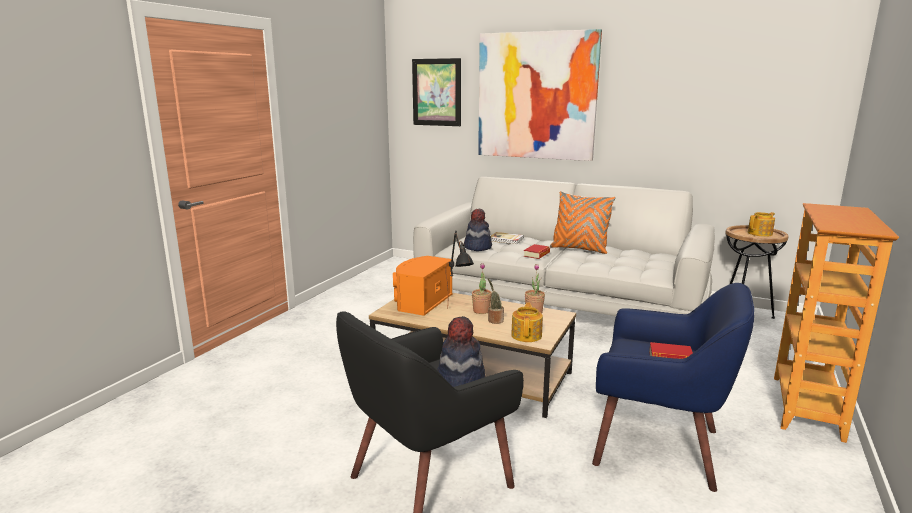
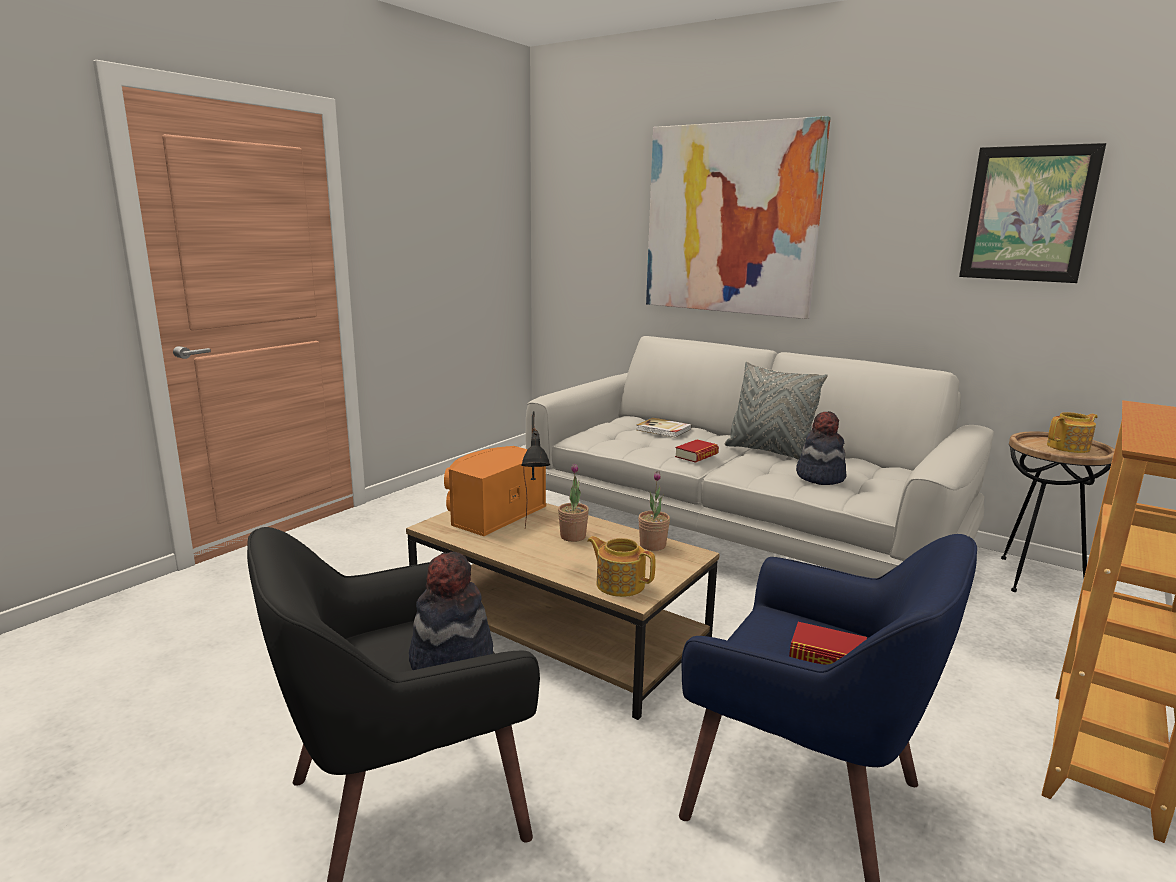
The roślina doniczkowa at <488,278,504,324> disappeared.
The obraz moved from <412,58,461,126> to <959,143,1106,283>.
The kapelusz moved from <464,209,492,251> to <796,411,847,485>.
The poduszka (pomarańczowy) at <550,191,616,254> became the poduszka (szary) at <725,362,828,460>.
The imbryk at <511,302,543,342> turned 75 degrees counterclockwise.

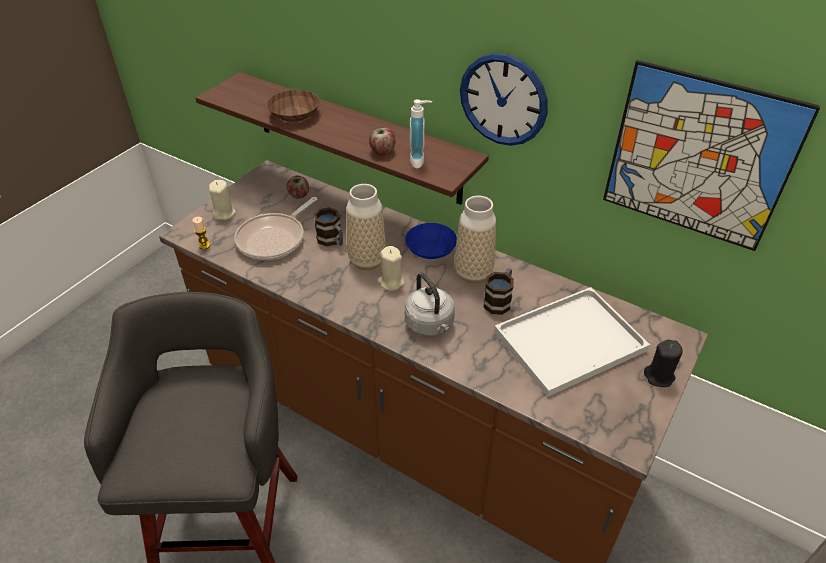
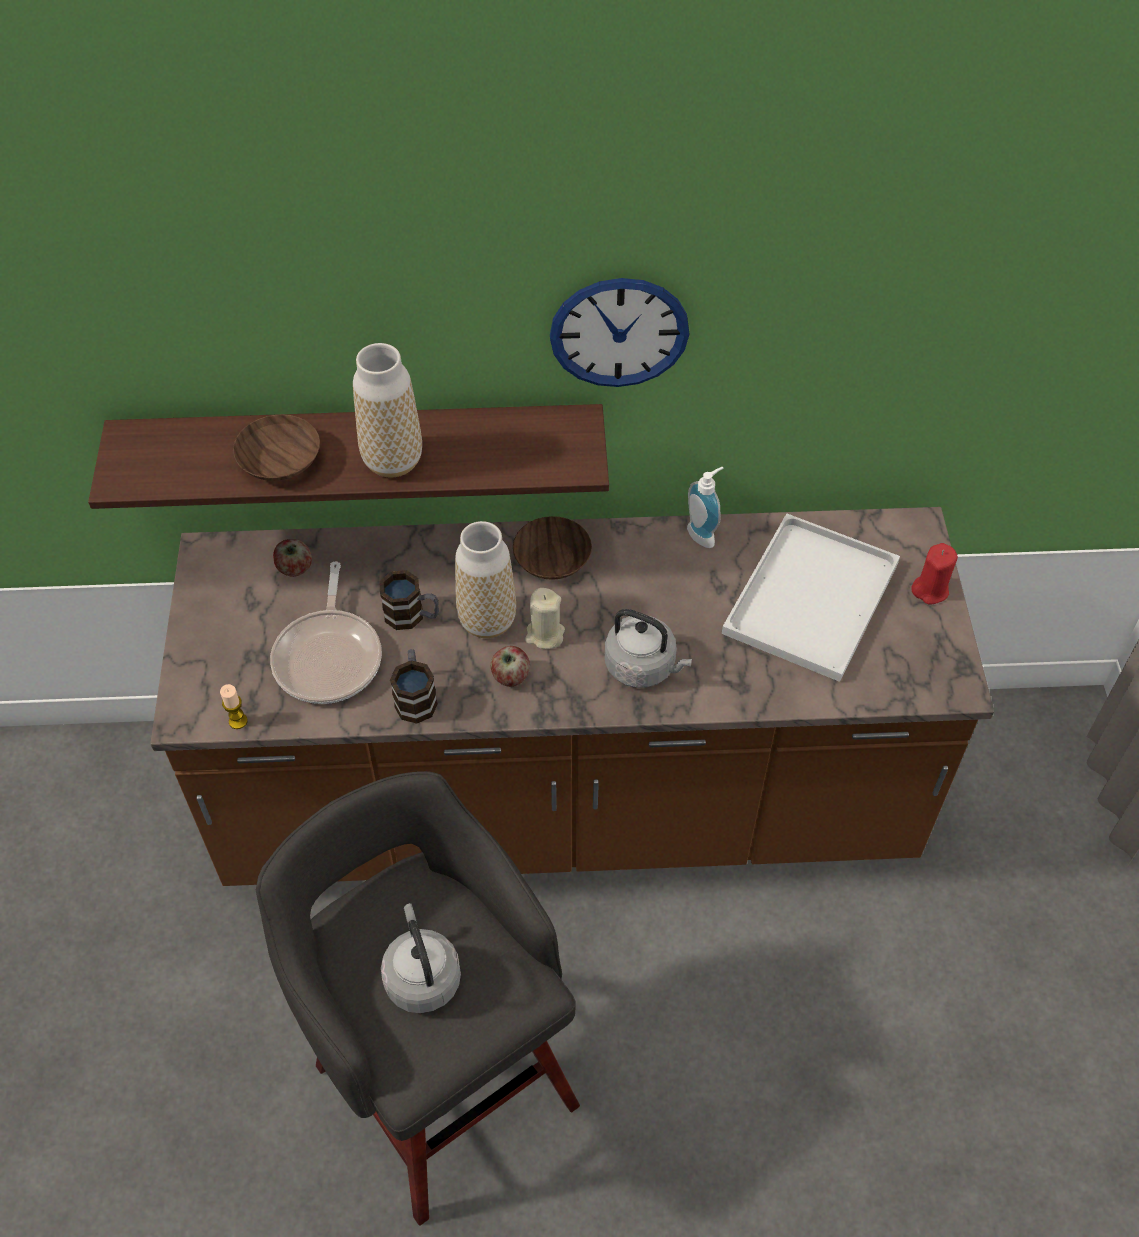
The świeca (beżowy) at <209,180,235,220> disappeared.
The obraz at <603,60,821,251> disappeared.
The czajnik (szary) at <381,903,461,1013> appeared.
The jabłko moved from <369,128,395,155> to <491,646,530,687>.
The dozownik mydła moved from <410,99,432,168> to <687,467,723,548>.
The wazon moved from <455,196,496,283> to <353,343,422,478>.
The kubek moved from <483,268,514,315> to <390,649,438,724>.
The miska (niebieski) at <405,223,457,259> became the miska (brązowy) at <513,516,592,580>.
The świeca (czarny) at <644,340,682,387> became the świeca (czerwony) at <911,543,958,604>.

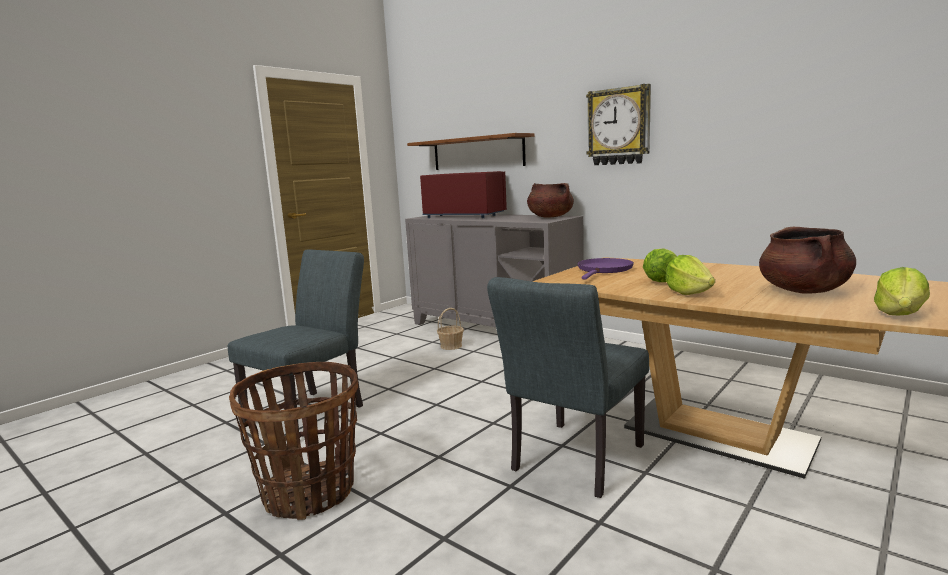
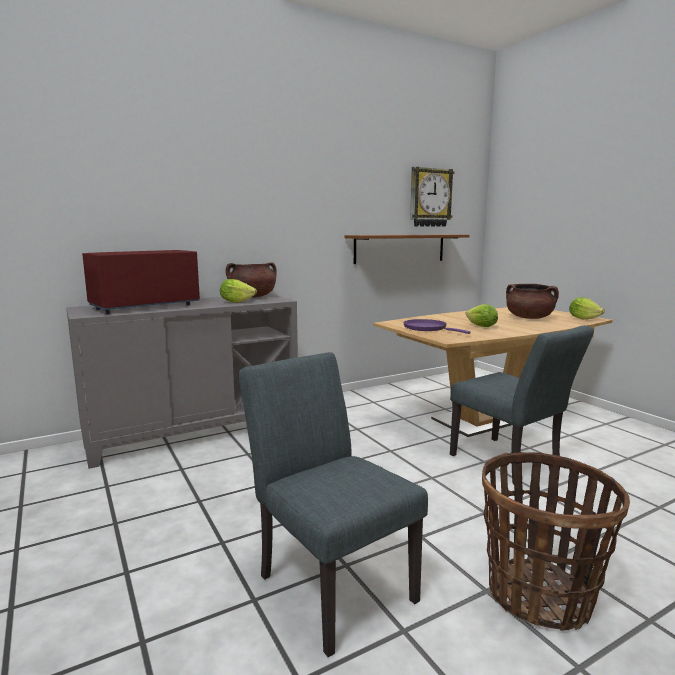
The koszyk at <437,308,464,350> disappeared.
The półka (brązowy) moved from <407,133,534,170> to <345,234,470,264>.
The zegar ścienny moved from <586,84,651,165> to <410,167,455,227>.
The sałata moved from <665,255,715,295> to <220,279,257,303>.

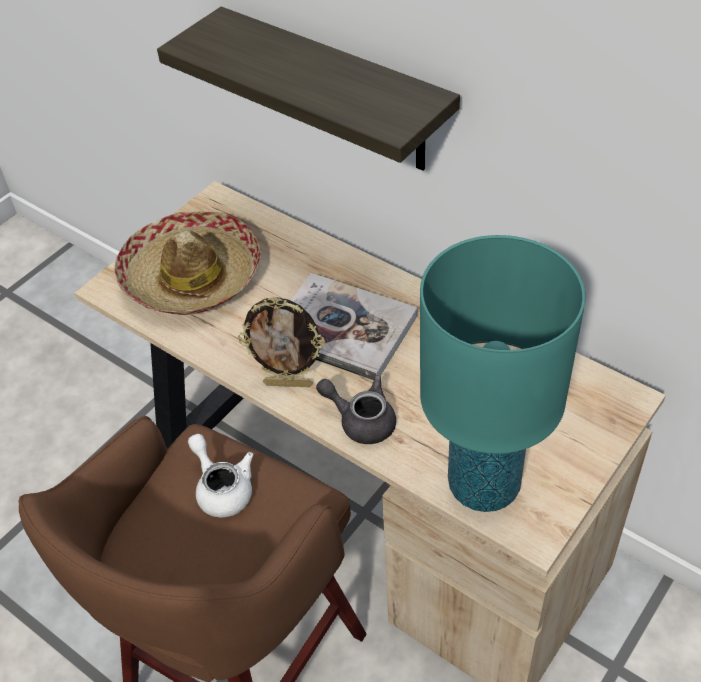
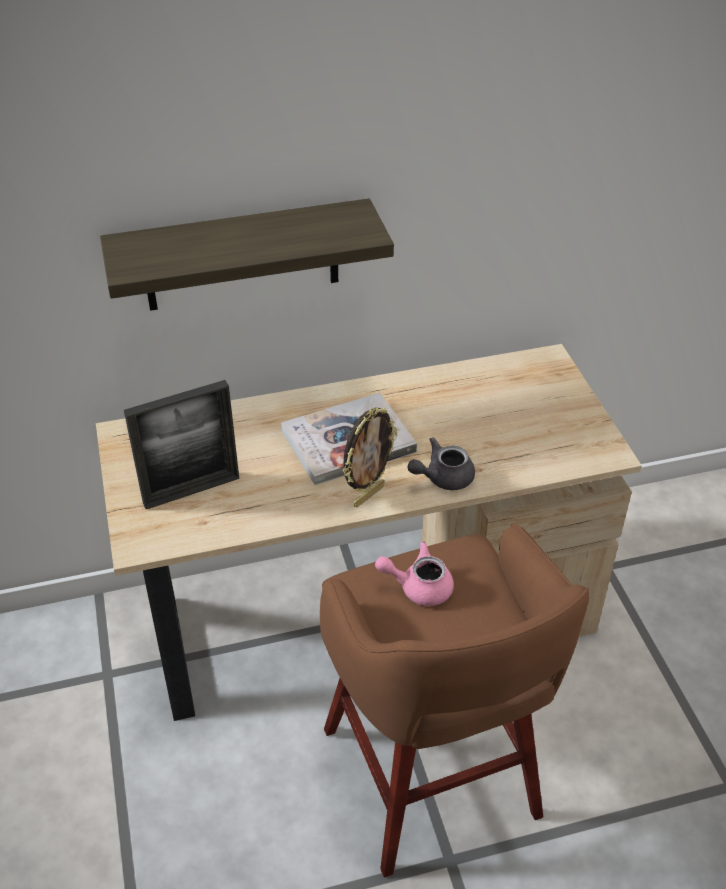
The lampa stołowa (turkusowy) at <420,235,586,512> disappeared.
The kapelusz at <114,211,261,315> was replaced by the ramka na zdjęcie at <124,380,239,509>.
The imbryk (biały) at <188,434,253,518> became the imbryk (różowy) at <375,542,454,606>.

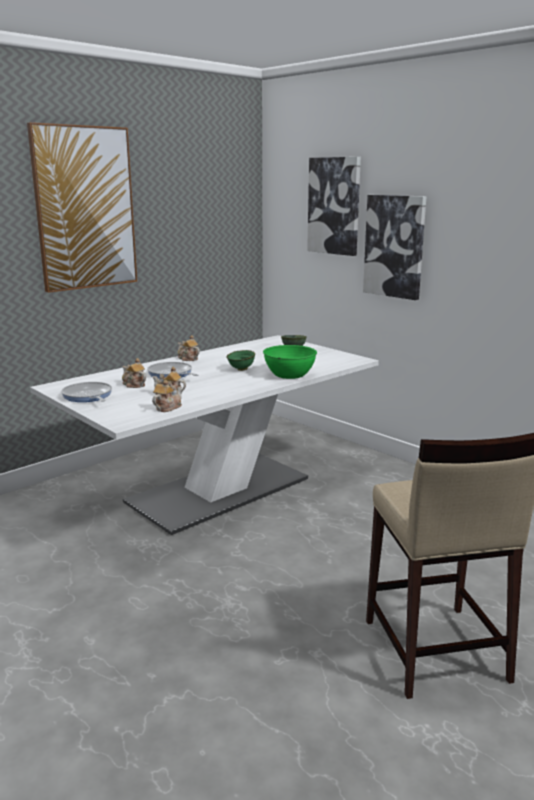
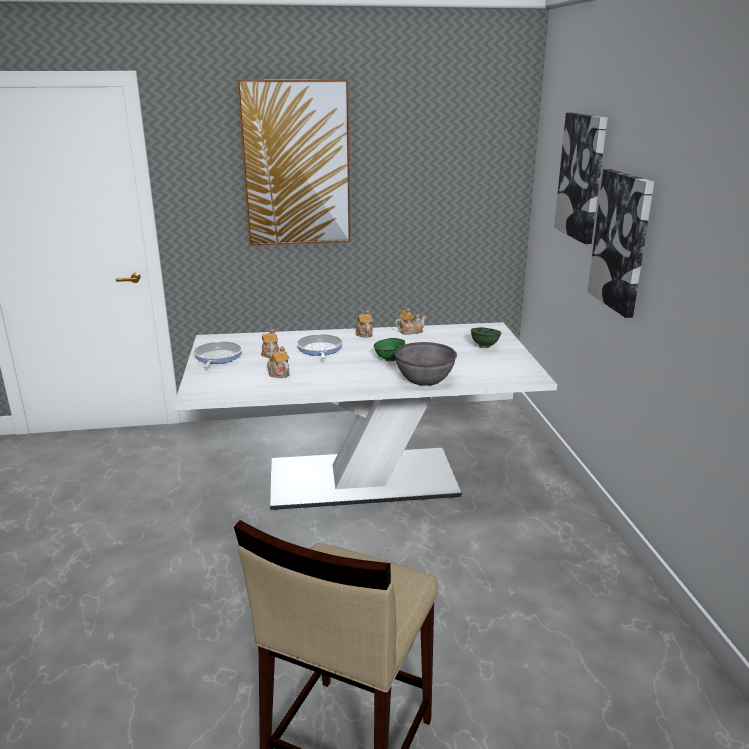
The imbryk moved from <152,380,182,412> to <395,308,426,335>.
The miska (zielony) at <263,345,317,379> became the miska (szary) at <394,342,457,386>.

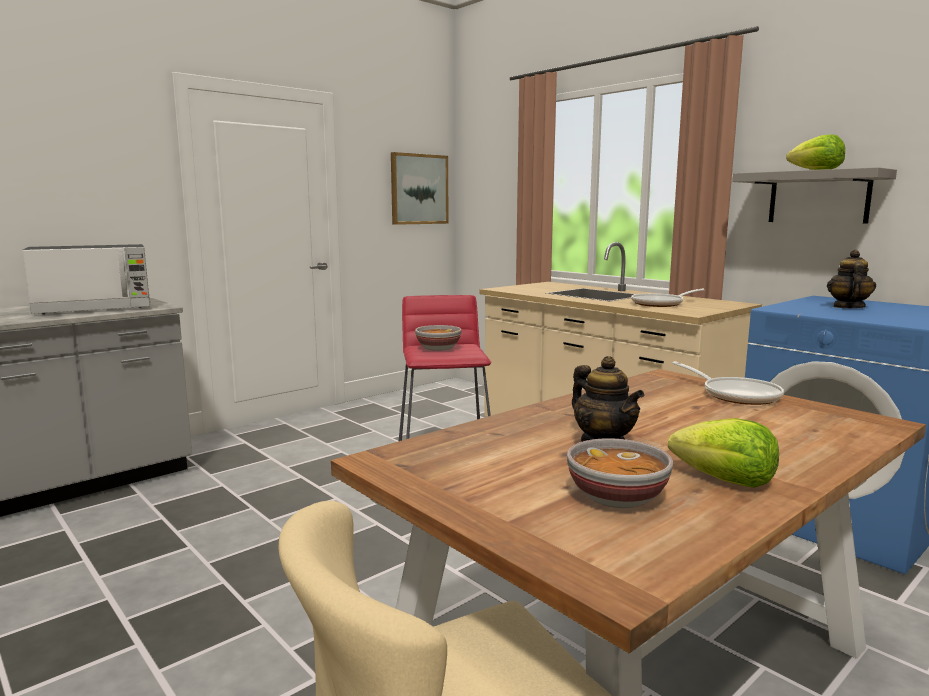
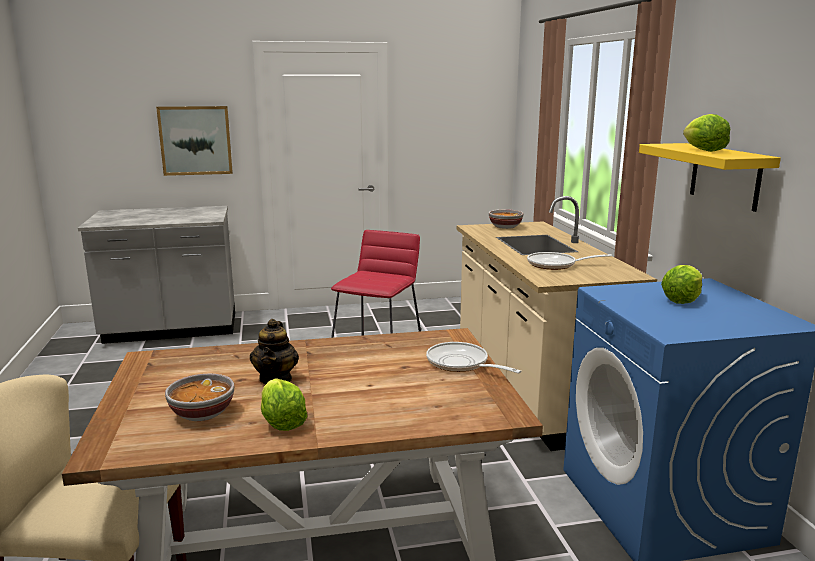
The mikrofalówka at <22,244,150,314> disappeared.
The obraz moved from <391,152,449,225> to <156,106,233,176>.
The miska moved from <415,325,462,351> to <489,209,523,229>.
The imbryk at <827,250,876,308> was replaced by the sałata at <661,265,702,304>.
The półka (szary) at <732,167,897,224> became the półka (żółty) at <639,143,781,212>.
The patelnia at <672,361,784,405> turned 135 degrees clockwise.

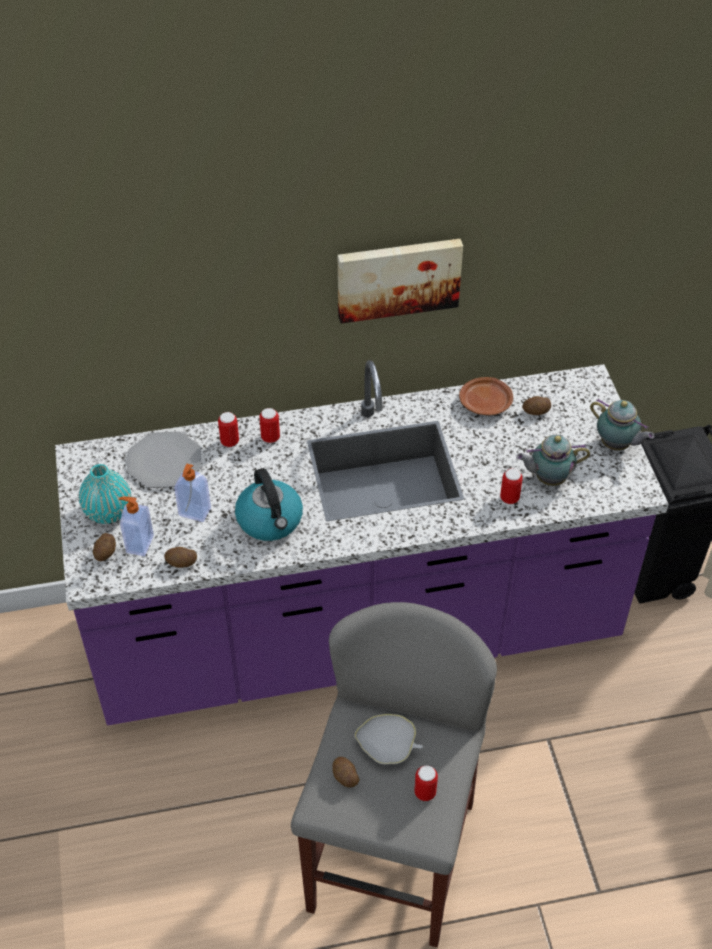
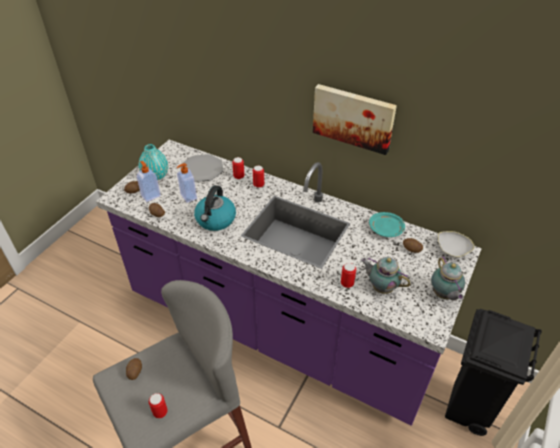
The miska (biały) moved from <354,714,423,764> to <438,231,475,258>.
The talerz (brązowy) at <459,377,513,415> became the talerz (turkusowy) at <369,212,405,237>.

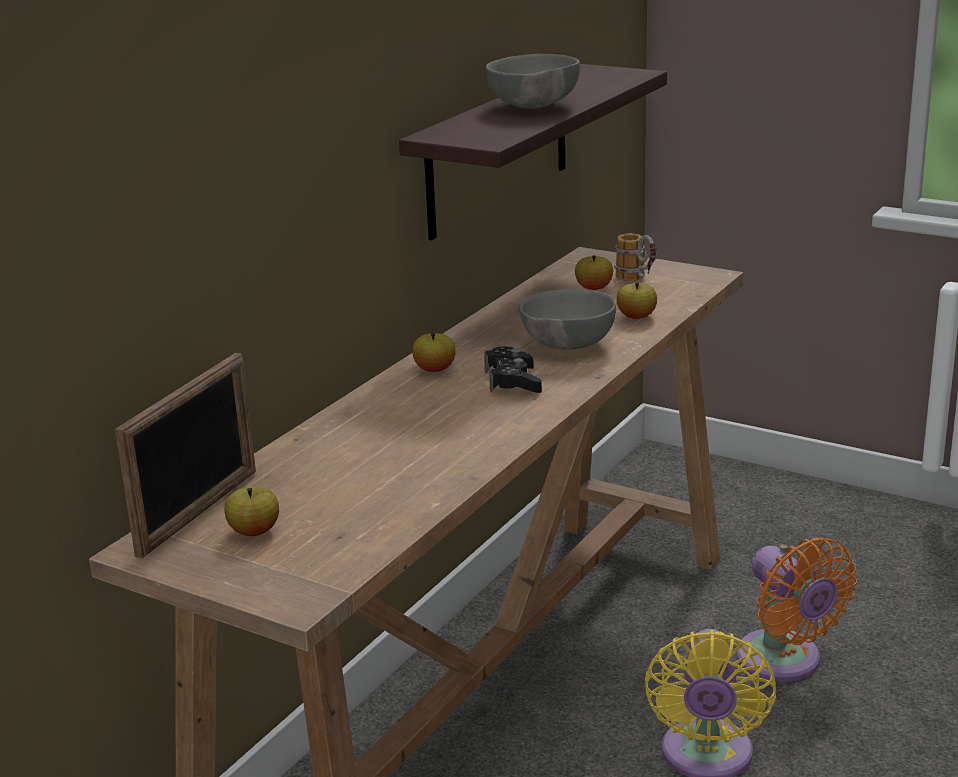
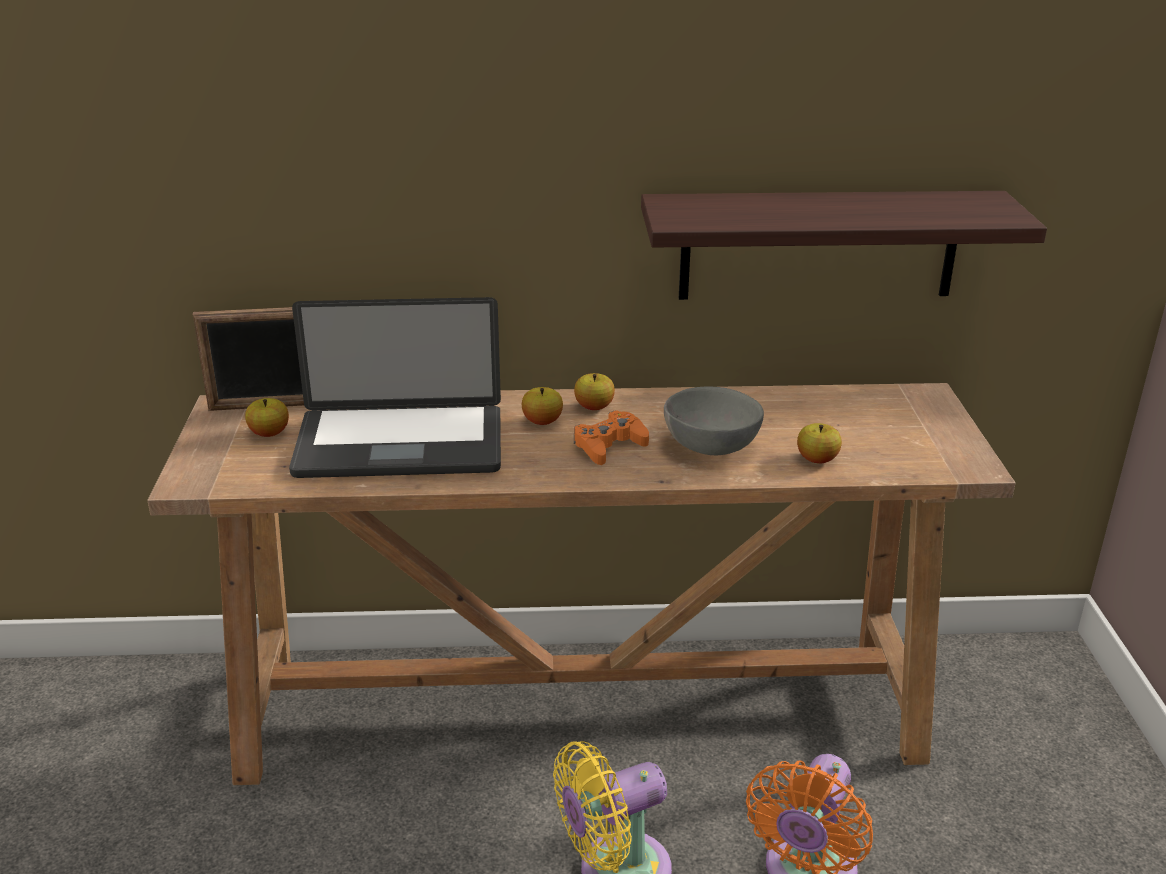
The miska (szary) at <486,54,580,109> disappeared.
The kubek at <614,233,656,281> disappeared.
The laptop at <289,297,501,478> appeared.
The jabłko moved from <575,255,613,290> to <522,387,563,425>.
The pad do gier (czarny) at <484,346,542,393> became the pad do gier (pomarańczowy) at <574,410,649,465>.

